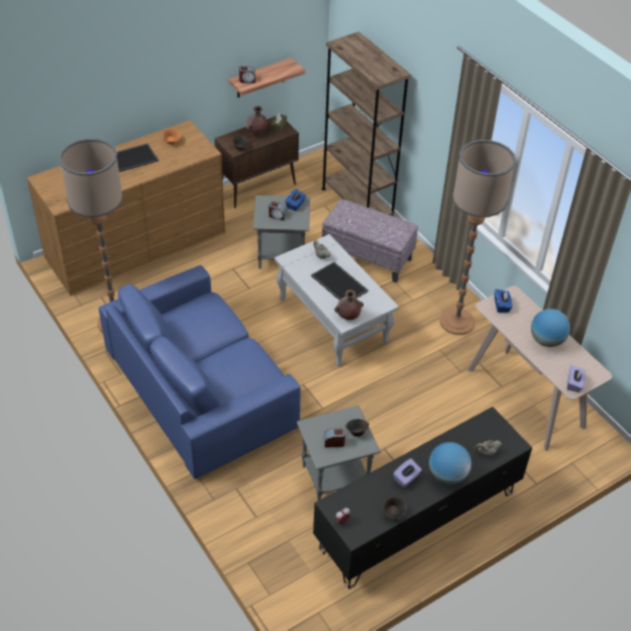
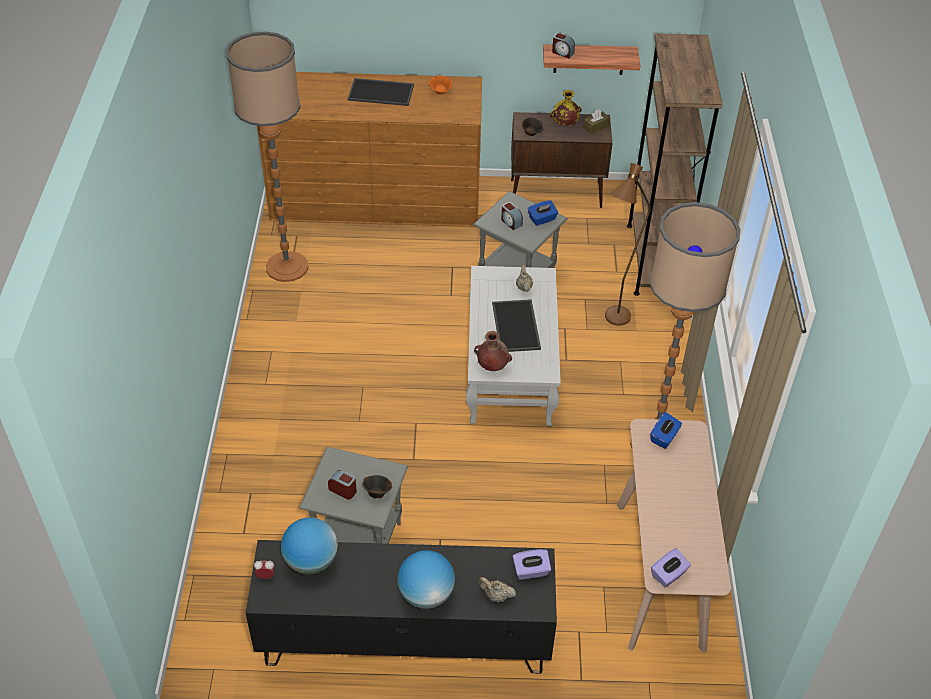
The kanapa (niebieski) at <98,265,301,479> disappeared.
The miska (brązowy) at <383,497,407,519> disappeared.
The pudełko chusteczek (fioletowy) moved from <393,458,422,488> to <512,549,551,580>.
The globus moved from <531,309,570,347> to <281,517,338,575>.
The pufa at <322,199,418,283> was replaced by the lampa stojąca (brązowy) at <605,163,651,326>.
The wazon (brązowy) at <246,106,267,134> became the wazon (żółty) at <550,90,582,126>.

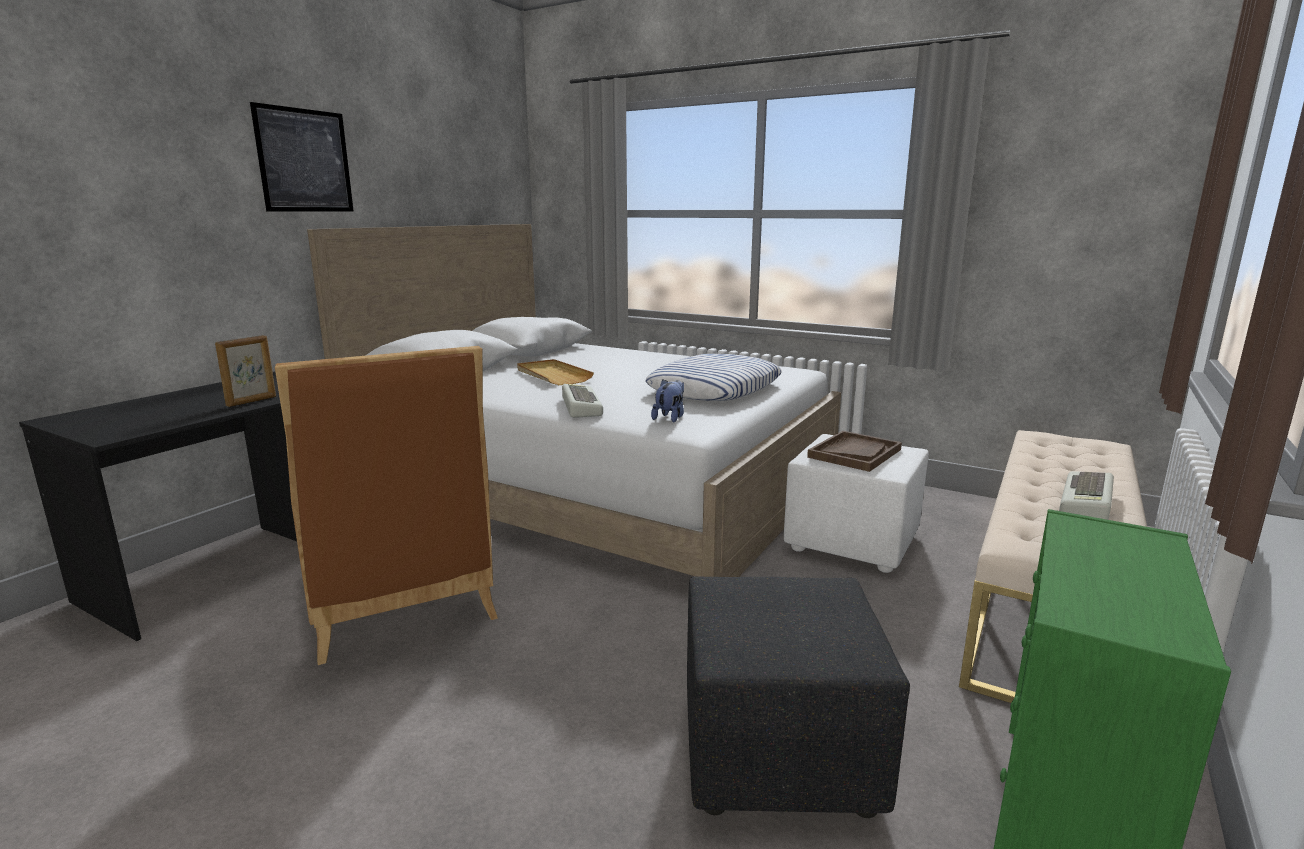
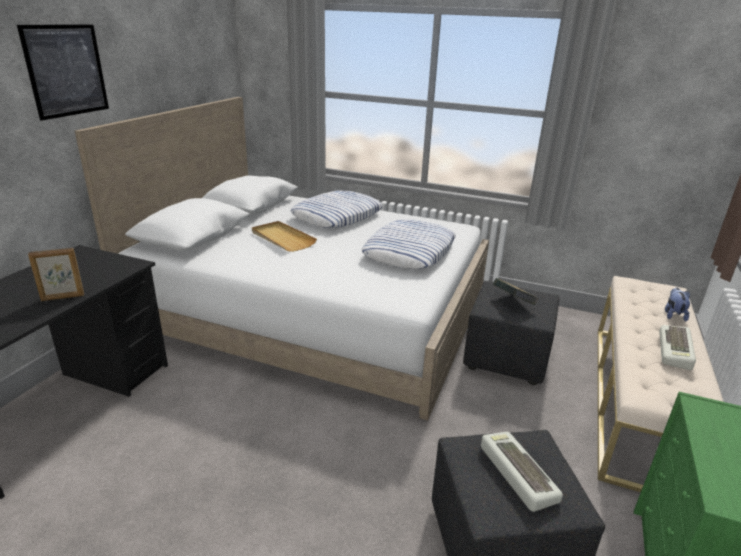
The krzesło (brązowy) at <275,346,498,665> disappeared.
The poduszka at <290,191,383,228> appeared.
The klawiatura moved from <562,384,603,418> to <481,432,563,512>.
The pluszak moved from <651,379,684,422> to <665,288,690,322>.
The taca (brązowy) at <807,431,902,472> was replaced by the książka at <493,278,539,305>.
The pufa (biały) at <784,434,929,573> became the pufa (czarny) at <463,281,560,385>.
The ramka na zdjęcie at <215,335,276,407> turned 45 degrees clockwise.

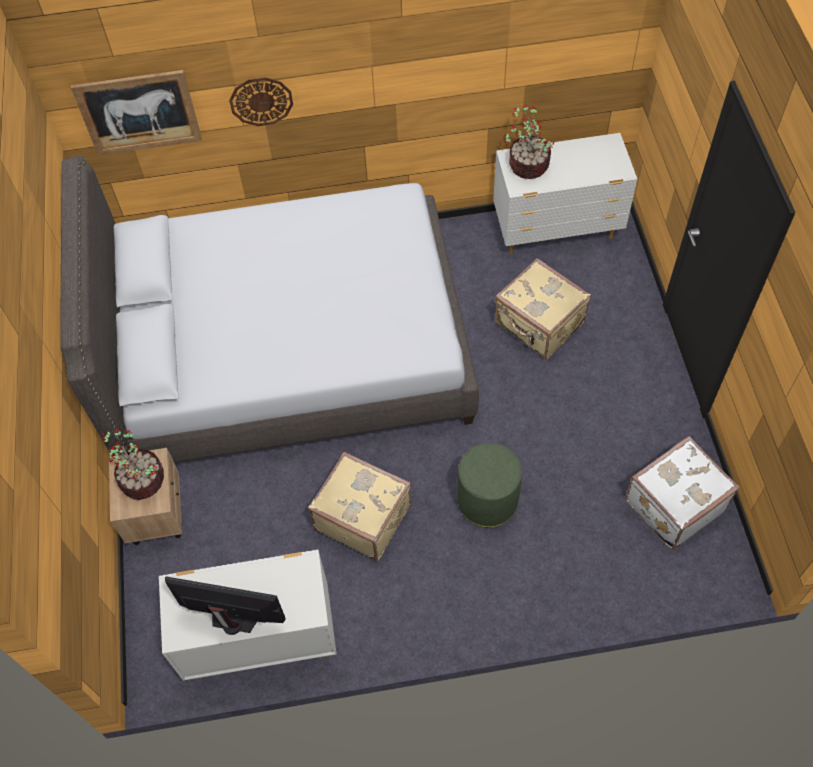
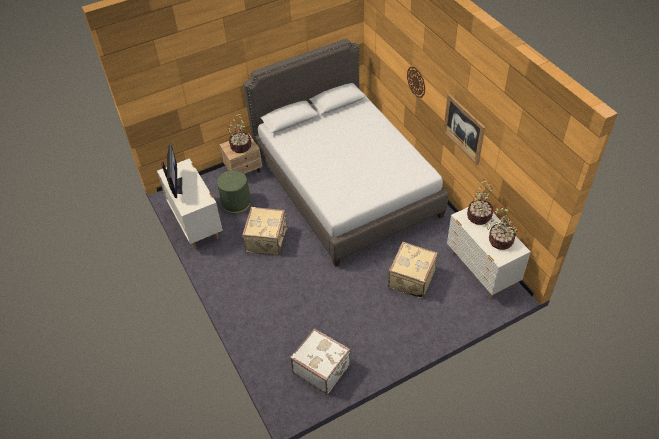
The roślina doniczkowa at <486,206,518,250> appeared.
The obraz moved from <71,70,202,155> to <443,94,485,165>.
The pufa (zielony) moved from <457,443,522,528> to <217,170,251,213>.

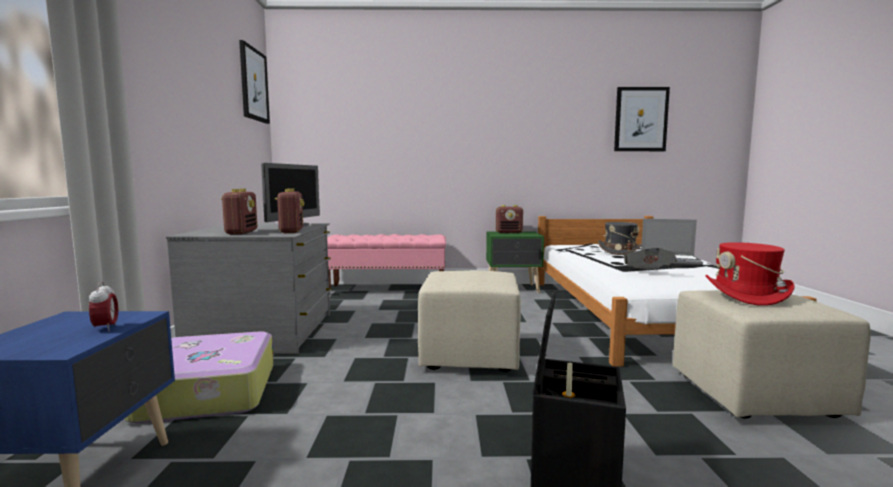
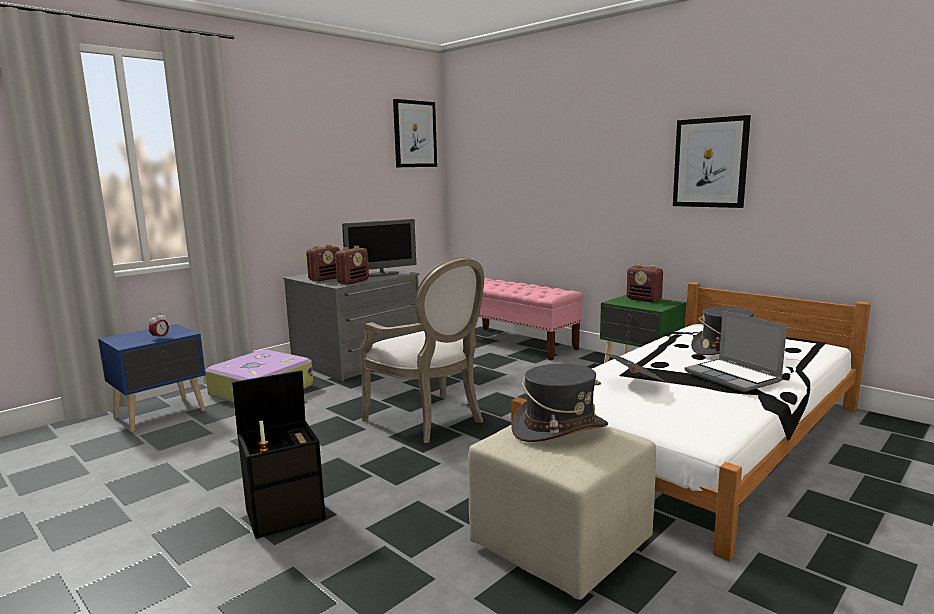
The obraz moved from <614,87,670,151> to <673,115,751,208>.
The pufa (beżowy) at <418,270,521,372> was replaced by the fotel at <358,257,484,443>.
The kapelusz (czerwony) at <705,242,794,306> became the kapelusz (szary) at <511,363,608,442>.

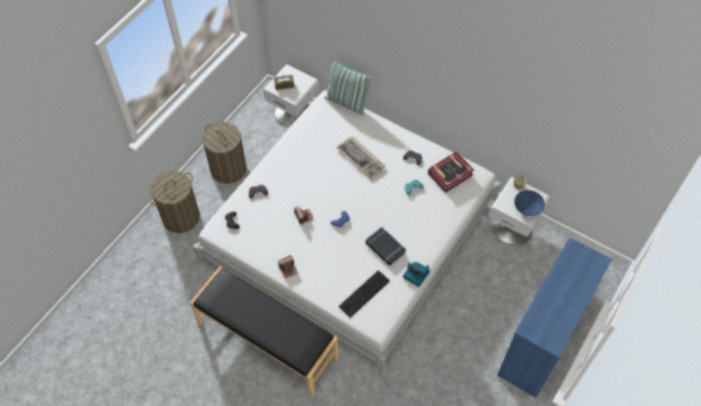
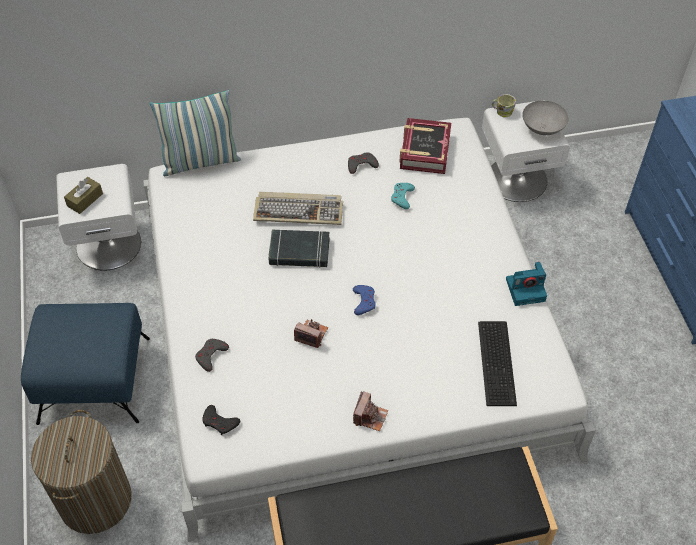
The książka (czarny) moved from <366,227,406,266> to <268,230,330,268>.
The kosz na pranie at <202,122,247,184> was replaced by the pufa (niebieski) at <21,303,150,425>.
The miska (niebieski) at <514,190,545,216> became the miska (szary) at <522,100,569,135>.

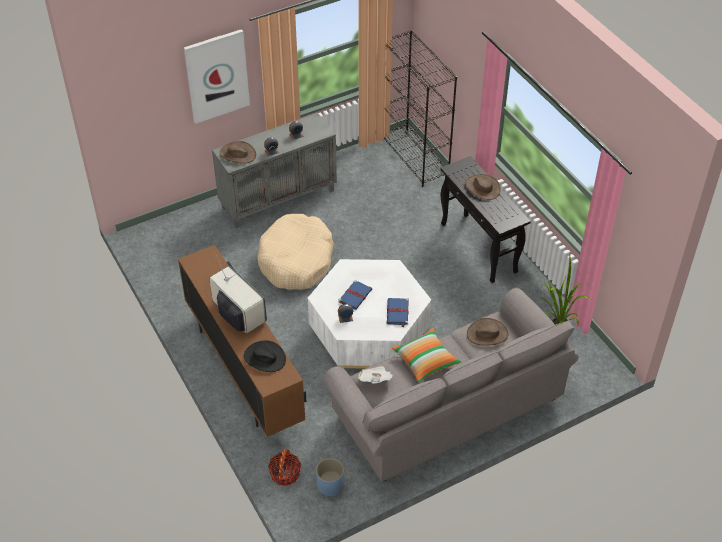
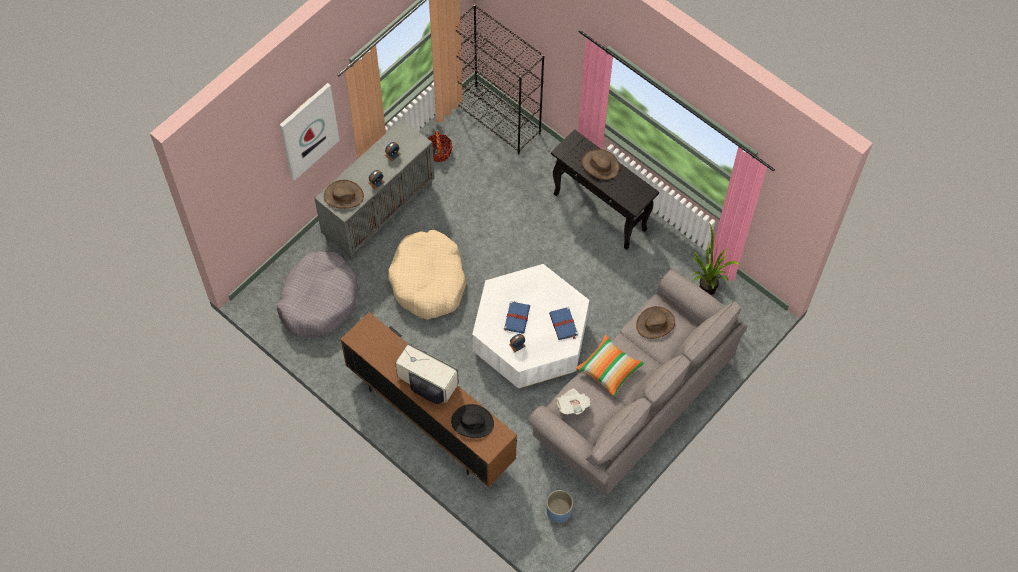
The legowisko (szary) at <277,251,358,338> appeared.
The koszyk moved from <268,449,301,486> to <428,131,452,162>.

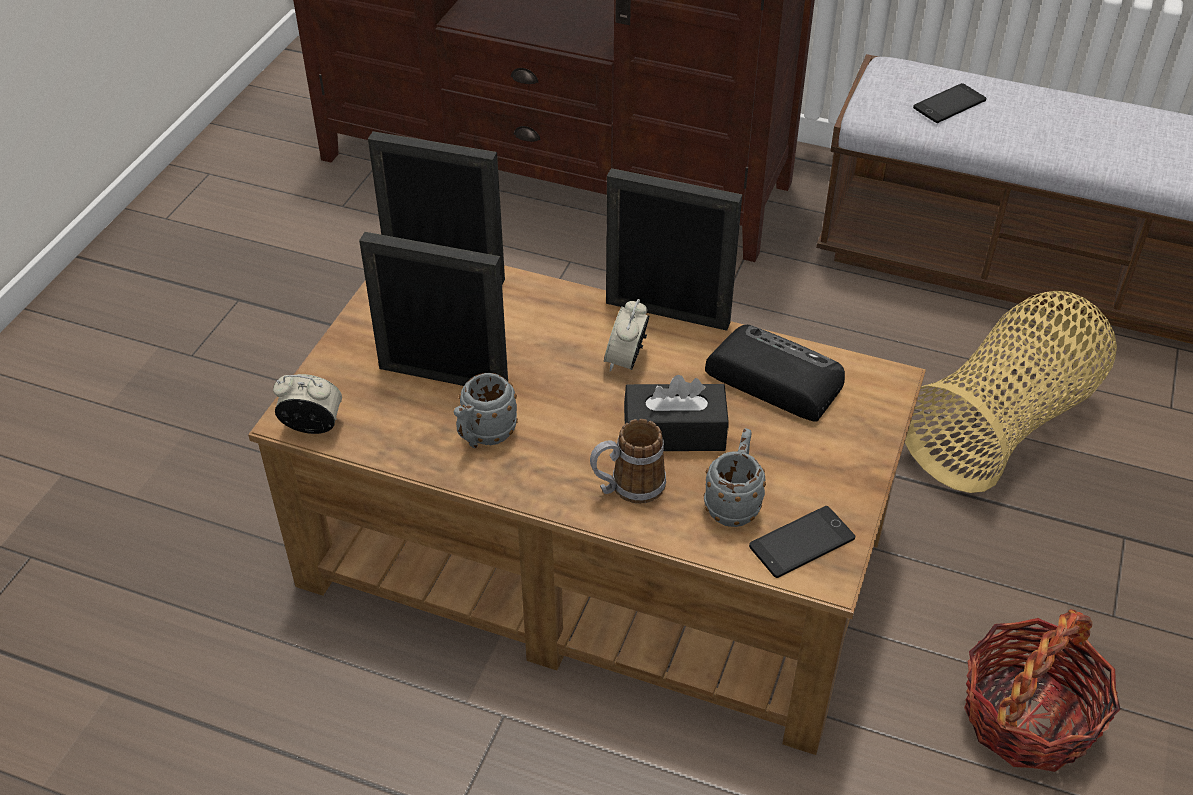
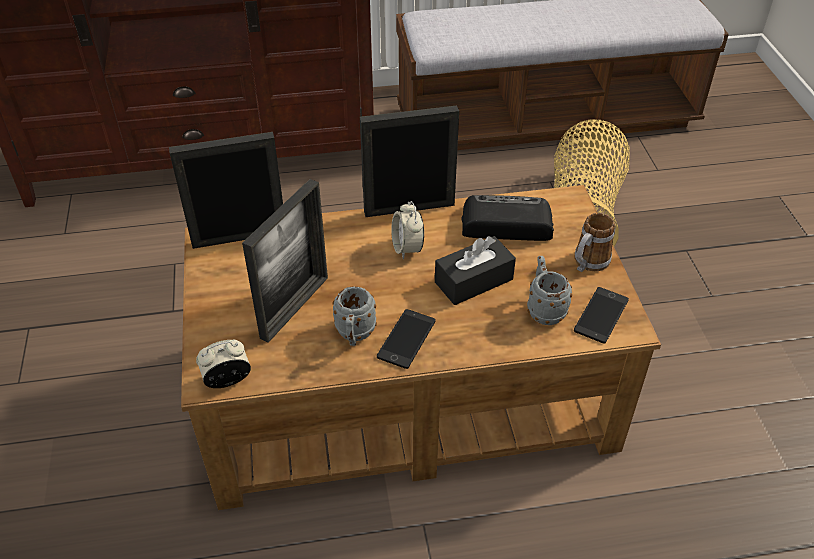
The koszyk at <964,609,1121,772> disappeared.
The kubek moved from <590,419,666,504> to <574,213,615,272>.
The telefon moved from <913,83,986,123> to <377,309,436,369>.
The ramka na zdjęcie at <359,232,508,386> turned 135 degrees clockwise.

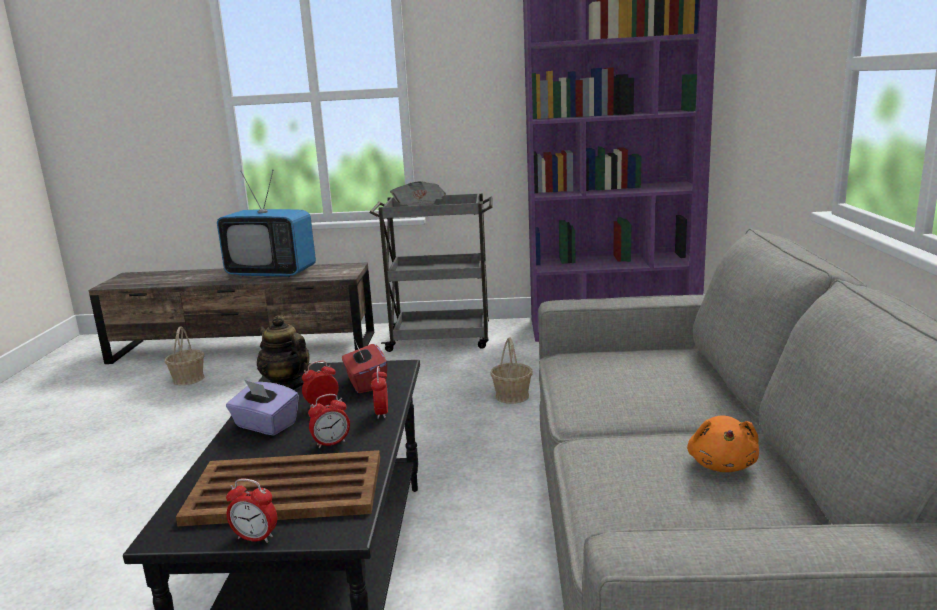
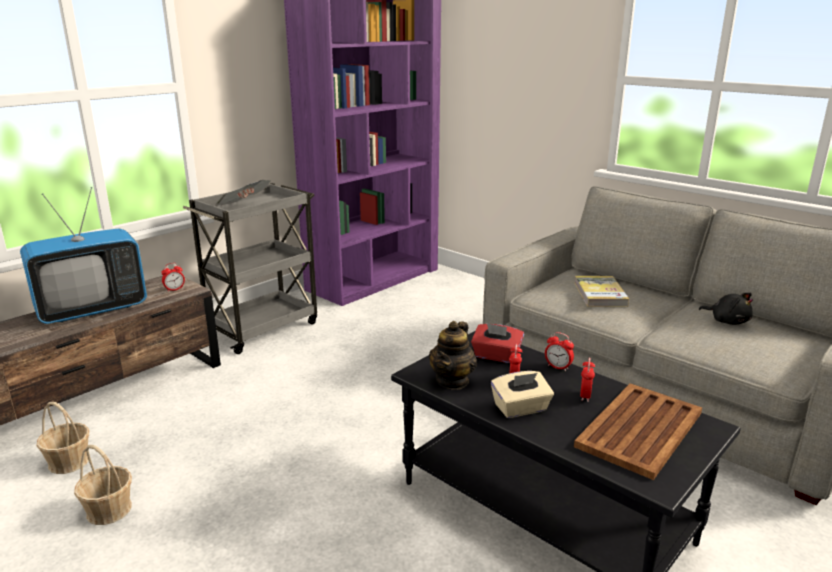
The książka at <574,276,629,307> appeared.
The budzik moved from <226,479,277,543> to <161,263,185,292>.
The koszyk moved from <490,337,533,404> to <74,445,132,525>.
The pudełko chusteczek (fioletowy) at <226,380,299,435> became the pudełko chusteczek (beżowy) at <491,371,554,418>.
The pluszak (pomarańczowy) at <687,415,759,472> became the pluszak (czarny) at <699,293,753,325>.
The imbryk at <257,315,310,390> turned 60 degrees counterclockwise.

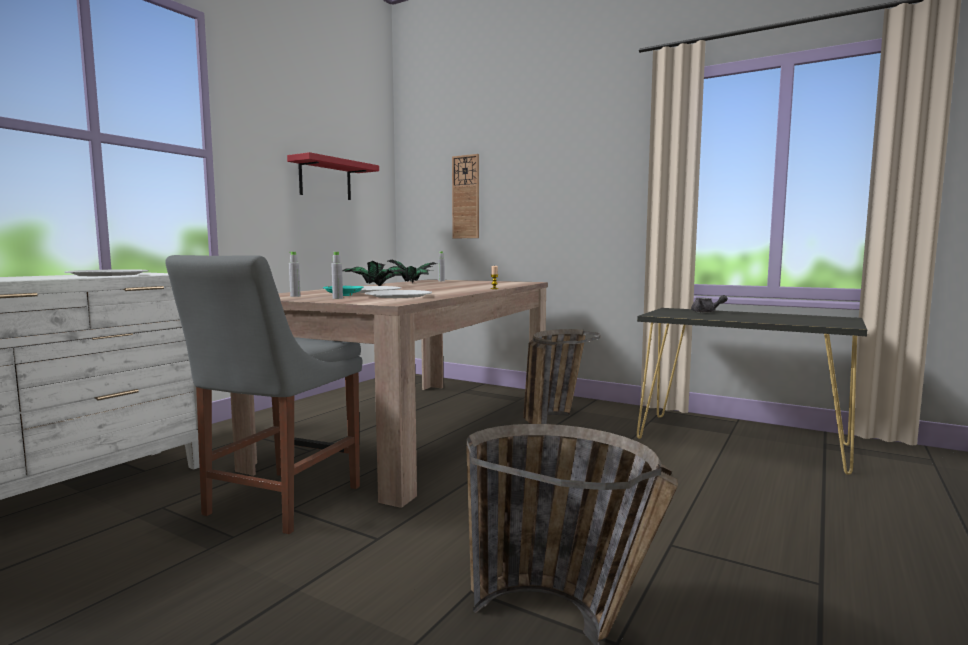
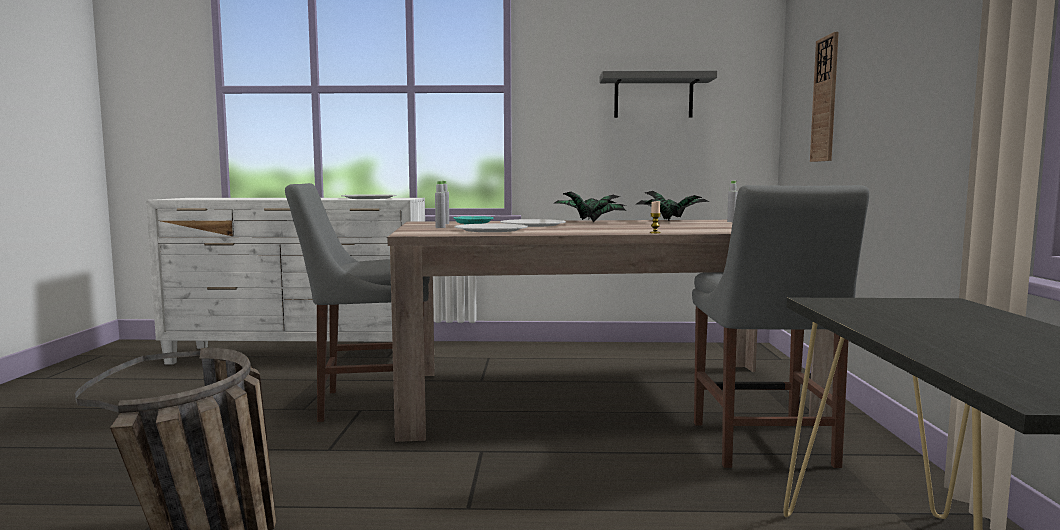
The imbryk (szary) at <691,295,728,313> disappeared.
The koszyk at <523,329,601,424> was replaced by the krzesło (szary) at <692,185,869,468>.
The półka (czerwony) at <287,152,379,200> became the półka (szary) at <600,70,717,118>.

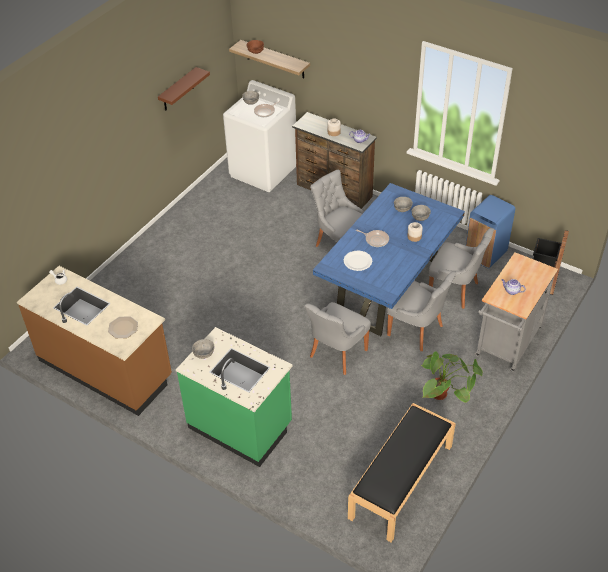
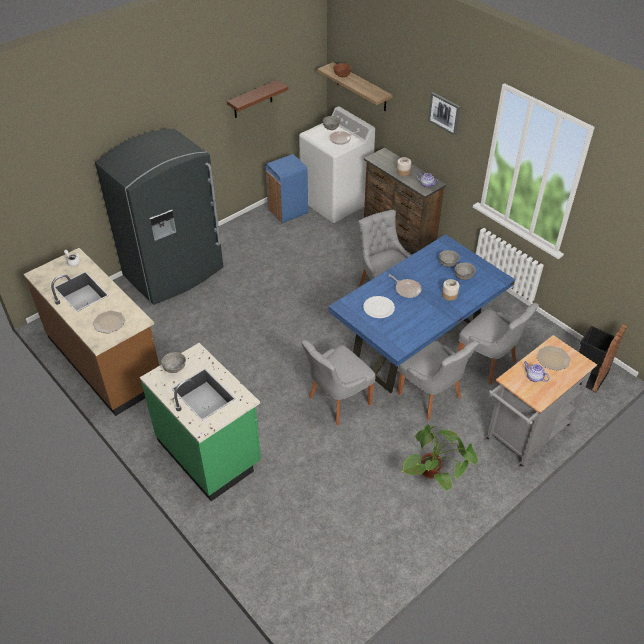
The ławka (czarny) at <348,403,456,542> disappeared.
The lodówka (szary) at <95,129,224,305> appeared.
The obraz at <428,92,460,136> appeared.
The talerz at <537,346,570,371> appeared.
The kosz na śmieci (niebieski) moved from <466,195,515,268> to <265,154,308,223>.

